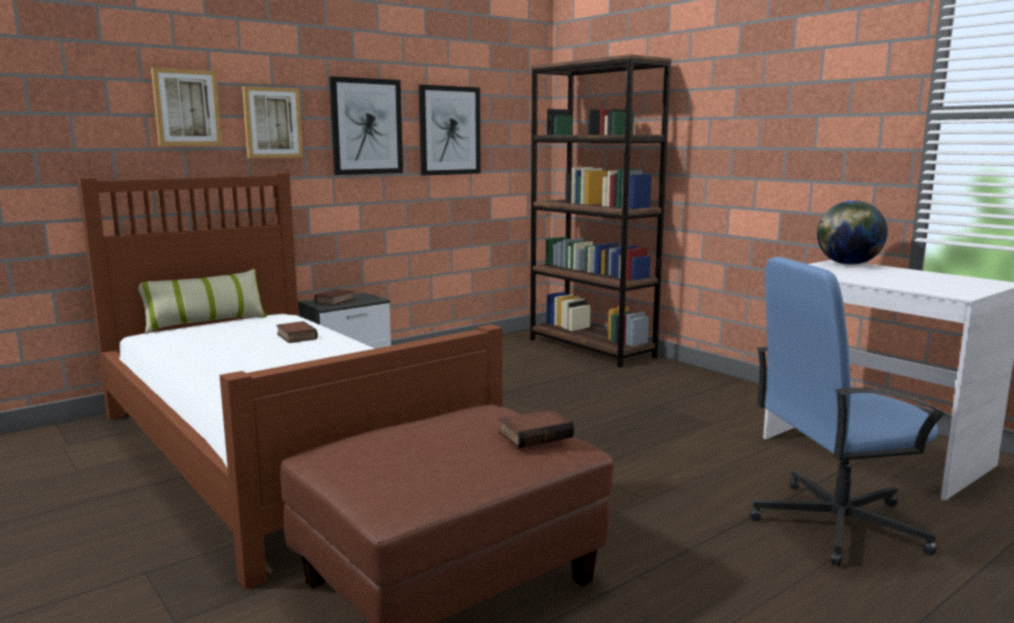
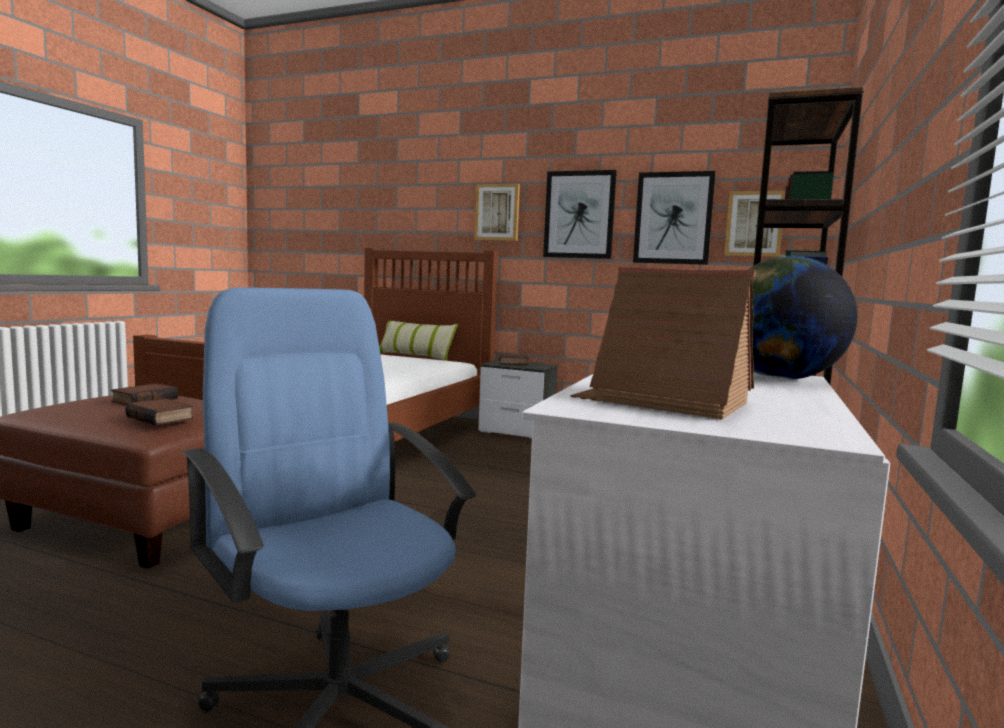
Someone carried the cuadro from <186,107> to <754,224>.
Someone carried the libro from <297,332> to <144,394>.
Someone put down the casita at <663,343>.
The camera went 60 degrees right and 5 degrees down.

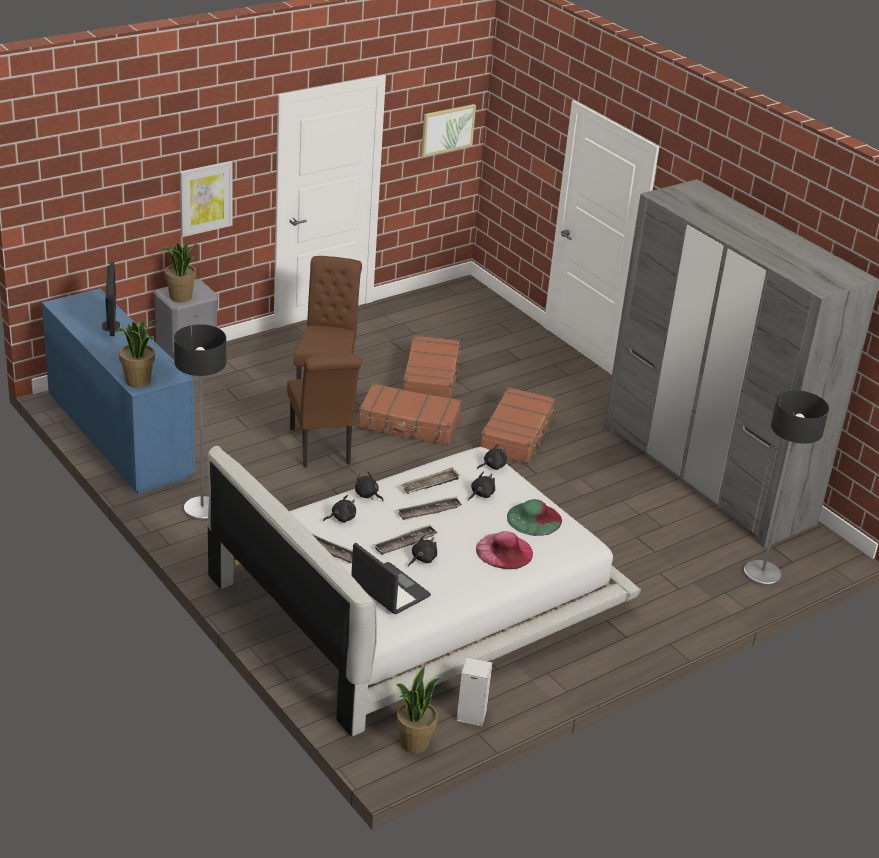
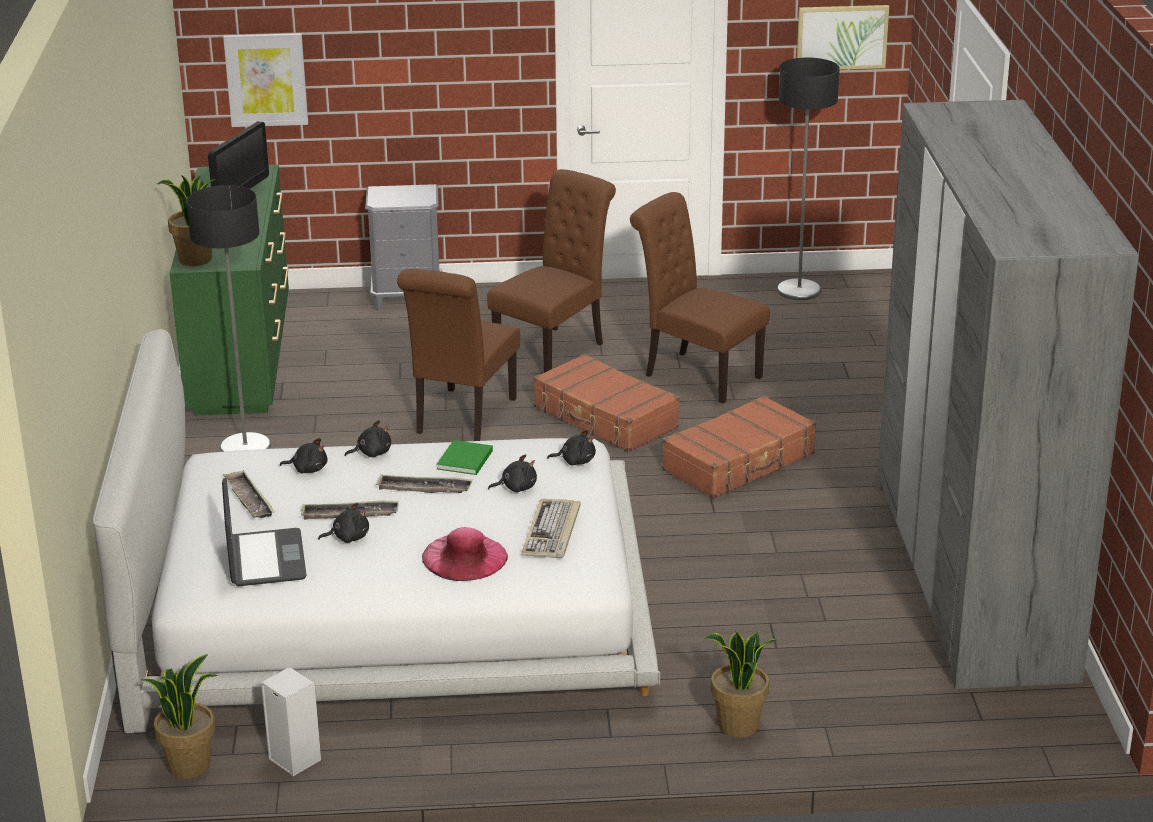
Someone carried the cuadro from <206,199> to <265,80>.
Someone carried the planta en maceta from <179,272> to <740,683>.
Someone repainted the cómoda [azul] at <118,391>, which became the cómoda [verde] at <229,290>.
Someone swapped the maleta [marrón] at <432,366> for the silla [marrón] at <700,298>.
Someone carried the lámpara de pie from <786,488> to <808,179>.
Someone swapped the bandeja at <431,480> for the libro [verde] at <465,457>.
Someone rotated the peluche [negro] at <369,486> by 90 degrees clockwise.
Someone swapped the sombrero [verde] at <534,517> for the teclado at <551,528>.
The camera went 35 degrees right and 5 degrees down.

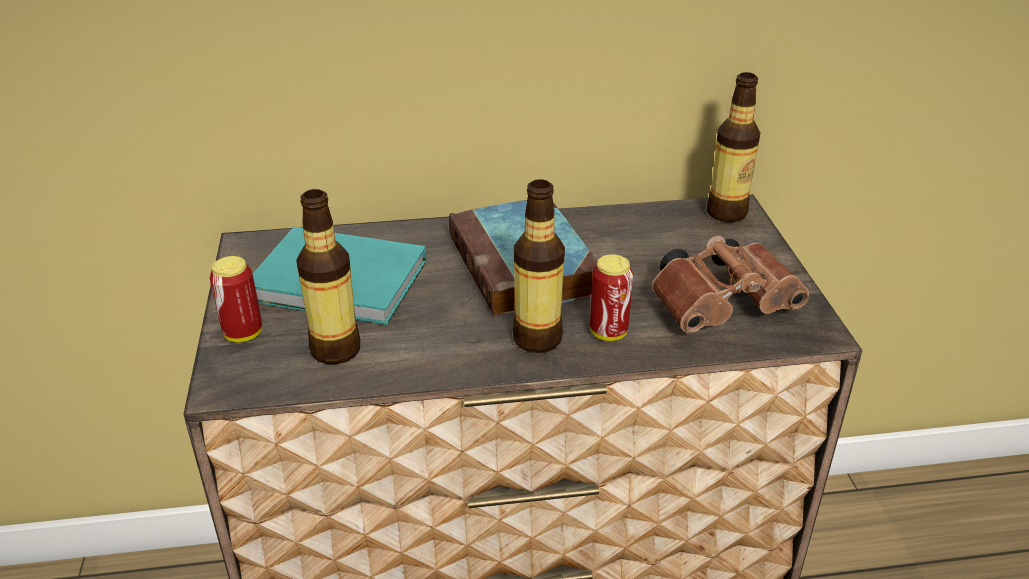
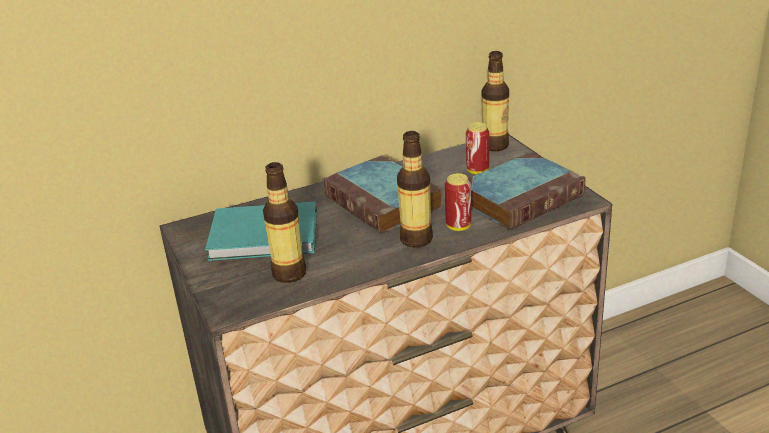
Someone swapped the prismáticos [marrón] at <730,284> for the libro at <526,191>.
Someone carried the lata from <236,299> to <477,148>.
The camera went 15 degrees left and 5 degrees down.

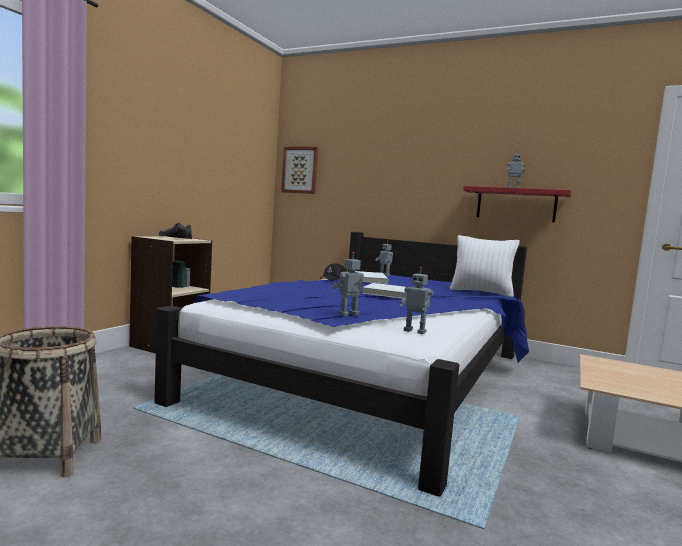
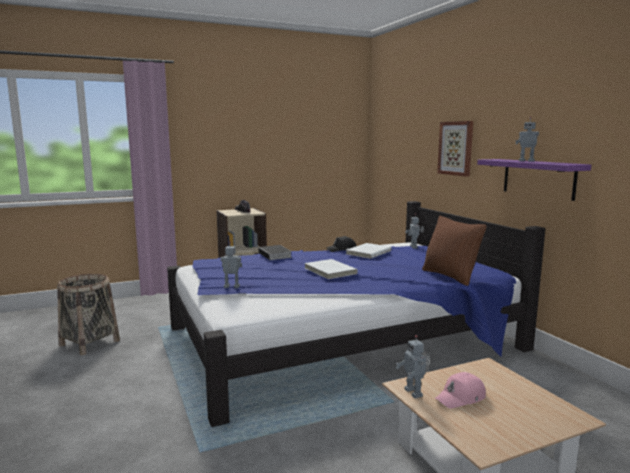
Someone carried the cuadro from <300,170> to <455,149>.
Someone repainted the estante [rojo] at <517,204>, which became the estante [morado] at <534,180>.
Someone repainted the cojín [blanco] at <485,266>, which became the cojín [marrón] at <454,251>.
Someone carried the robot de juguete from <416,300> to <413,366>.
Someone put down the libro at <275,253>.
Someone put down the gorra [rosa] at <460,390>.
The camera went 40 degrees right and 5 degrees up.

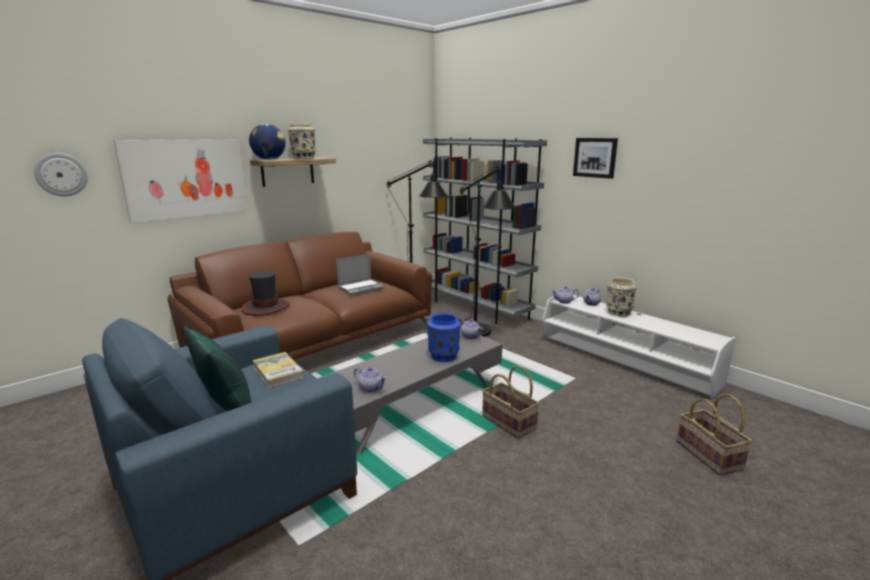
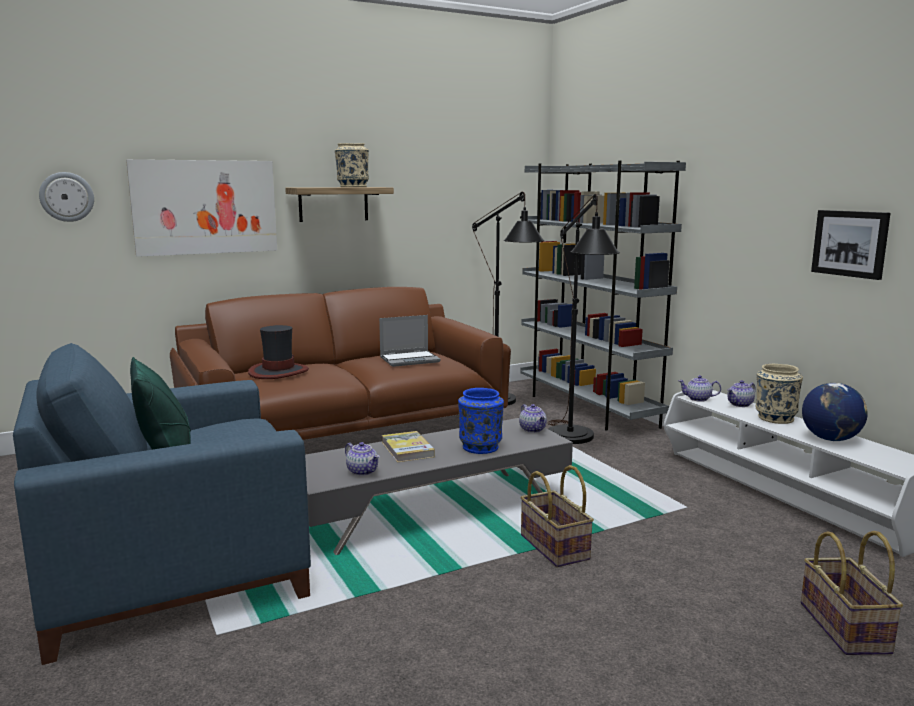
Someone carried the globo terráqueo from <267,142> to <835,412>.
Someone carried the cuadro from <595,158> to <851,245>.
Someone carried the libro from <278,370> to <408,446>.
The camera went 15 degrees right and 5 degrees down.

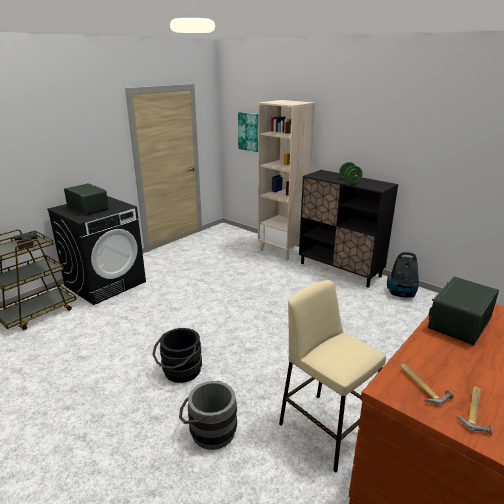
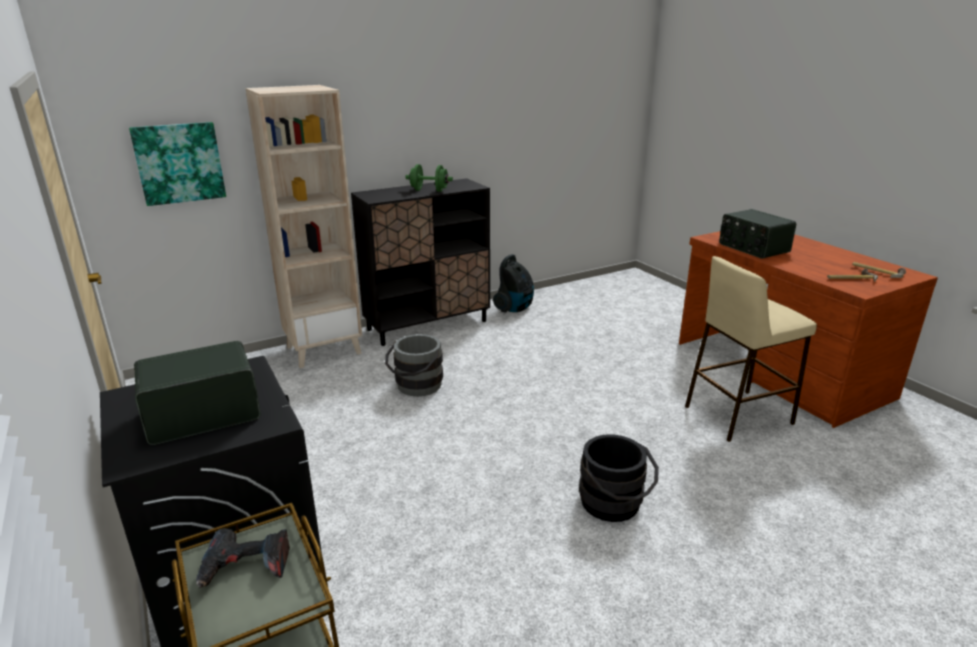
Someone carried the cubo [gris] from <208,415> to <414,365>.
The camera went 70 degrees left and 0 degrees up.

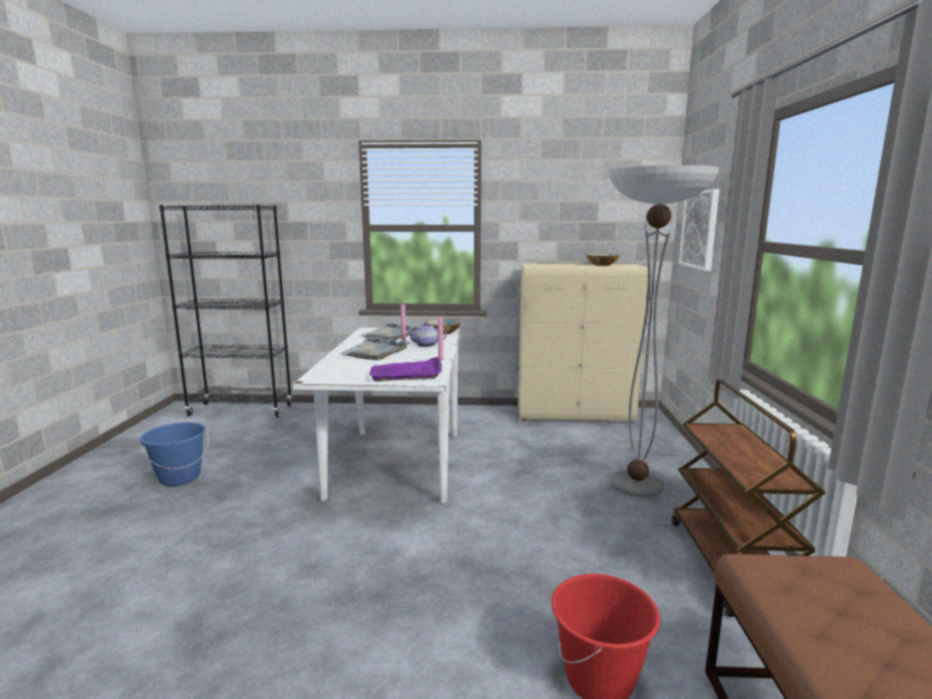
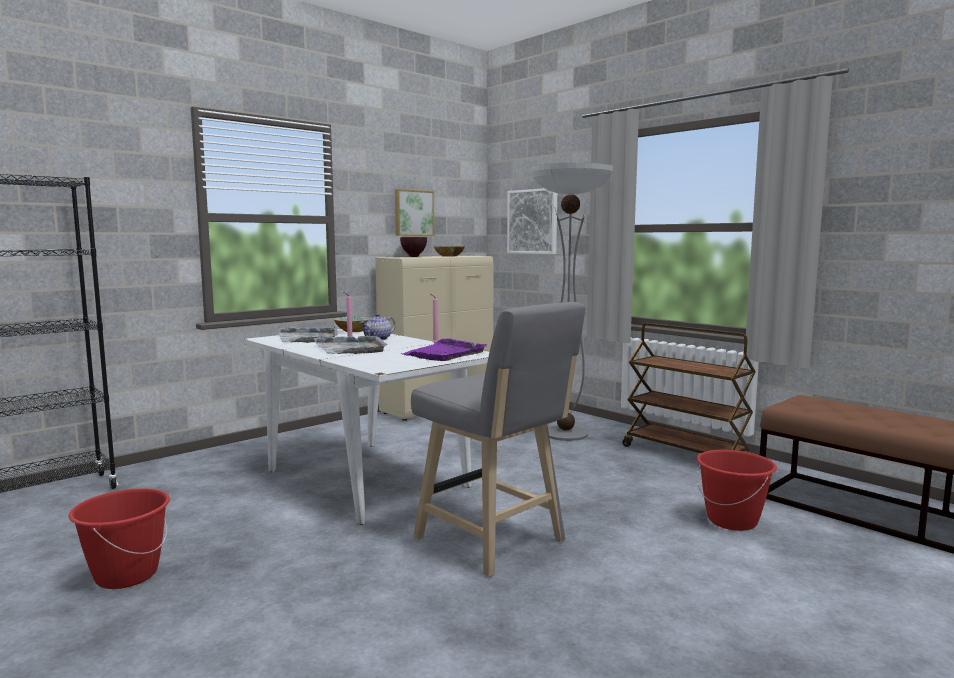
Someone repainted the cubo [azul] at <174,454>, which became the cubo [rojo] at <119,538>.
Someone put up the cuadro at <415,212>.
Someone put down the cuenco [marrón] at <413,247>.
Someone put down the taburete [gris] at <498,439>.
The camera went 45 degrees left and 5 degrees down.

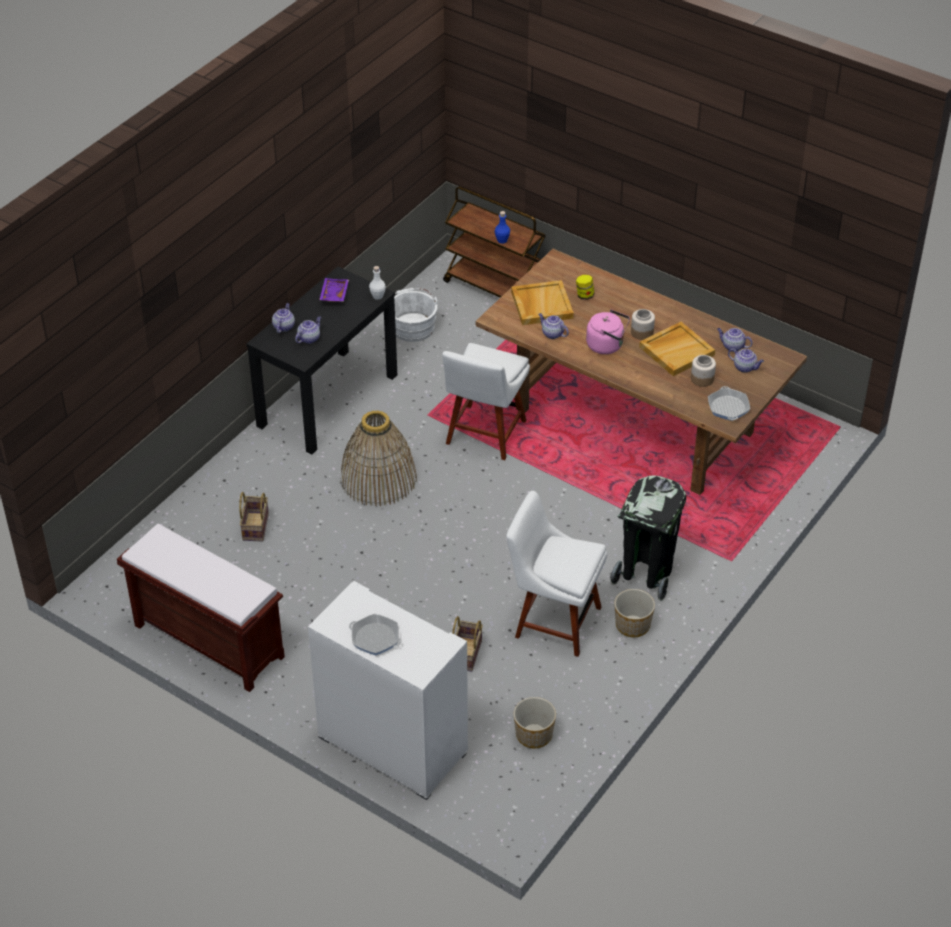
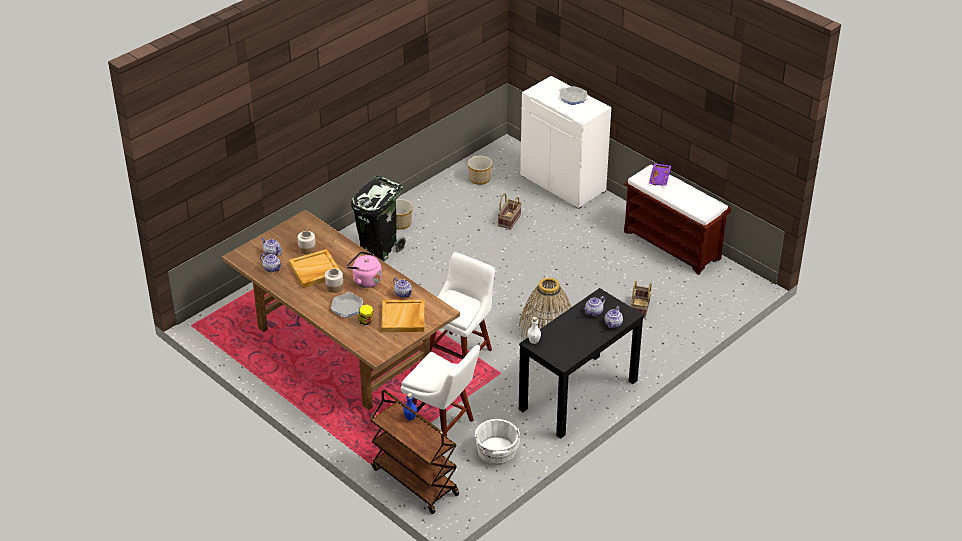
Someone carried the bandeja [morado] from <334,290> to <660,174>.
Someone carried the sartén from <729,403> to <347,305>.
Someone carried the silla [blanco] from <556,574> to <440,391>.
The camera went 170 degrees left and 5 degrees down.

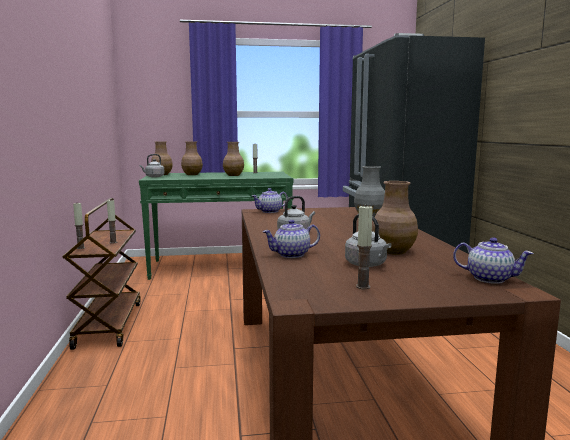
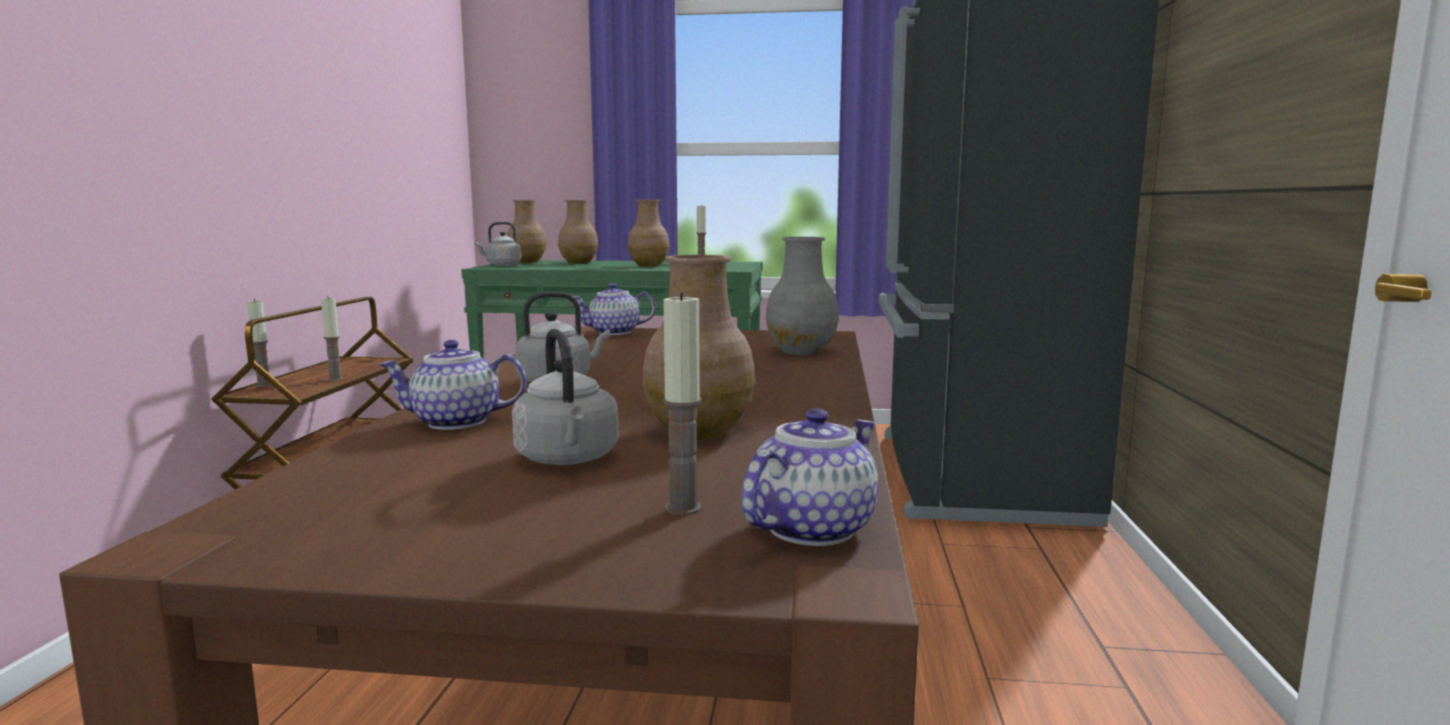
Someone carried the vela from <364,246> to <682,403>.
Someone rotated the tetera at <493,261> by 90 degrees counterclockwise.
The camera went 15 degrees right and 0 degrees up.

